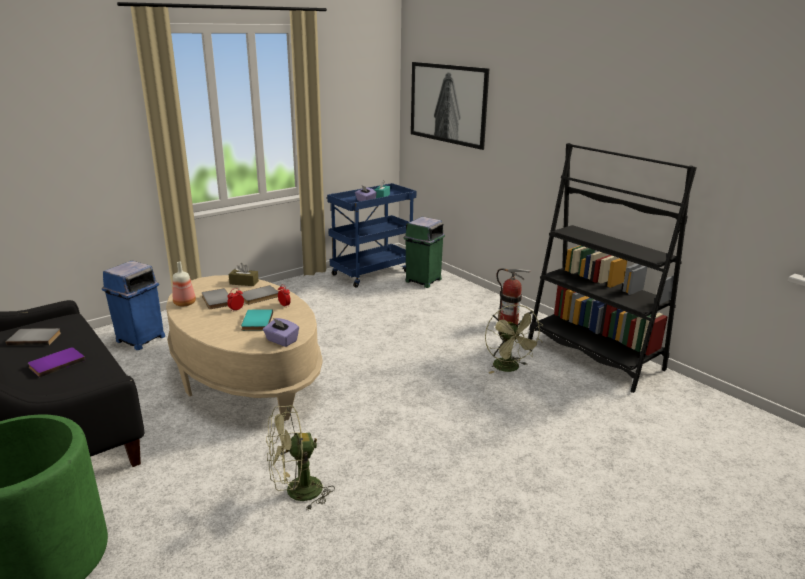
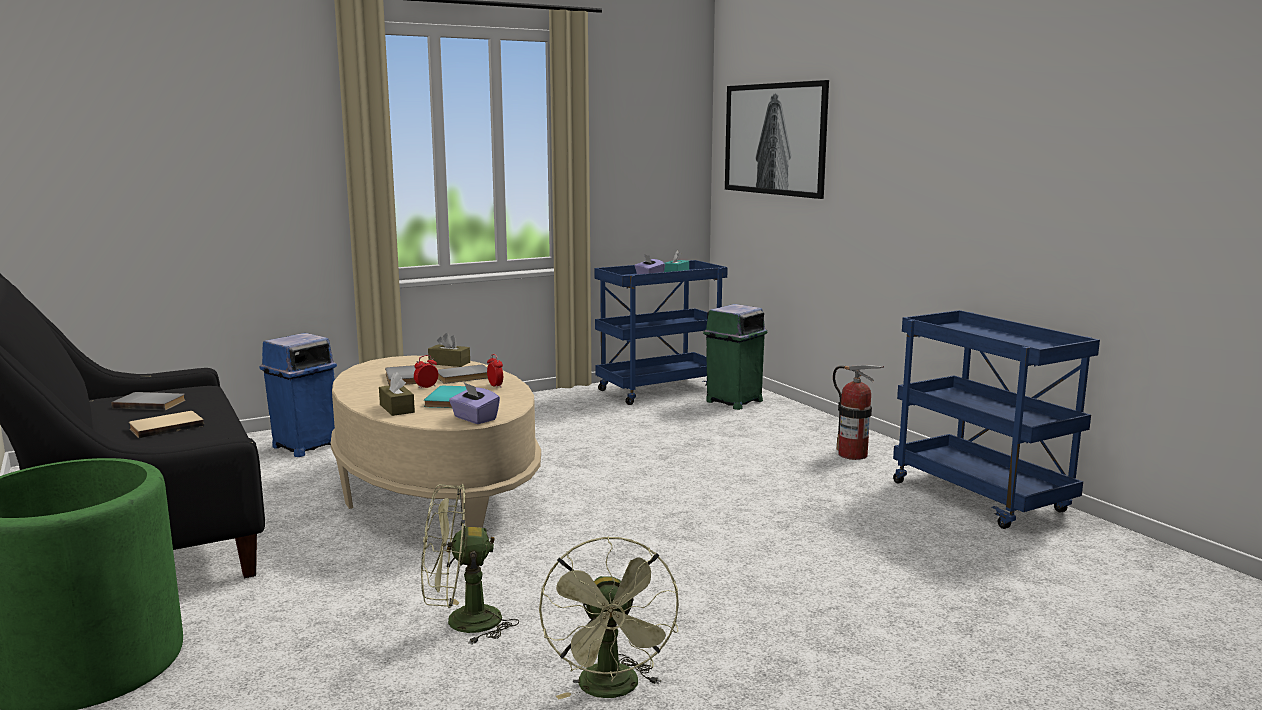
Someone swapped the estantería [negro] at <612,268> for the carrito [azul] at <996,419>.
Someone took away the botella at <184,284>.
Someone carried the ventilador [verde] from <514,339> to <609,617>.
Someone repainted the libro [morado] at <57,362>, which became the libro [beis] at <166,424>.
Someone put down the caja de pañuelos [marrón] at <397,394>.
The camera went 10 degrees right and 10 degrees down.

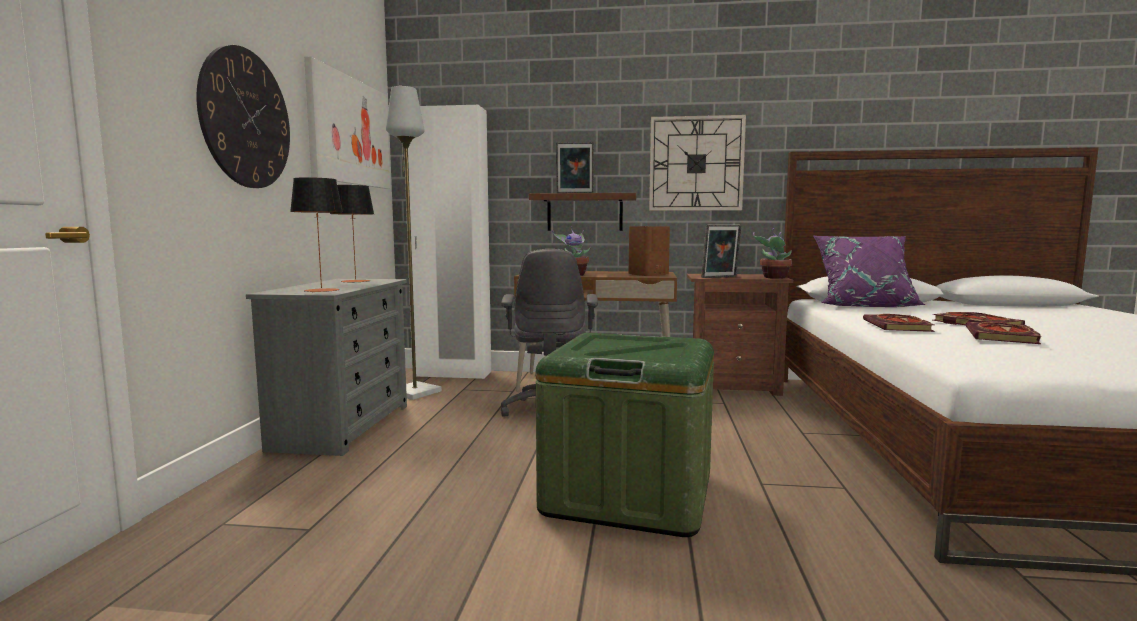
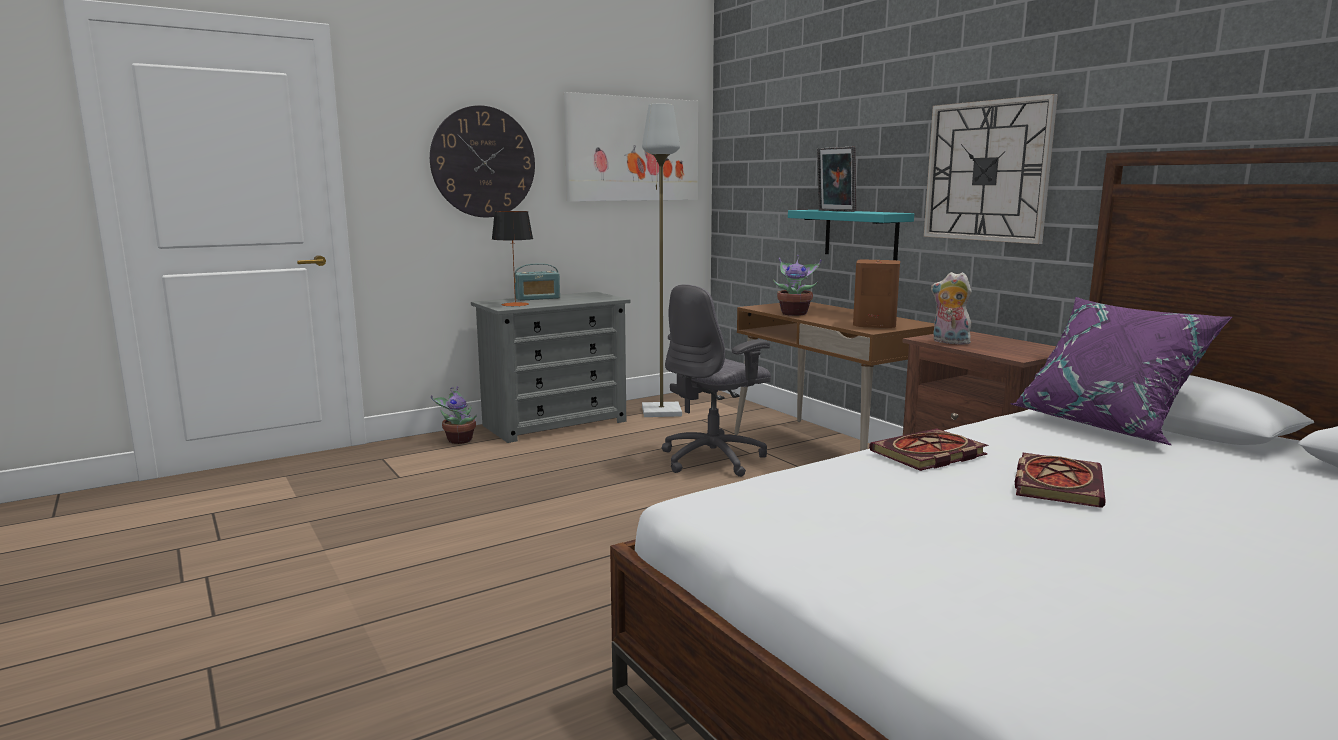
Someone took away the armario ropero [blanco] at <447,242>.
Someone took away the lámpara de mesa at <352,234>.
Someone repainted the estante [marrón] at <582,212>, which became the estante [turquesa] at <851,235>.
Someone swapped the portarretratos at <721,251> for the peluche at <951,308>.
Someone carried the planta en maceta from <772,253> to <454,415>.
Someone took away the libro at <1004,333>.
Someone took away the caja de almacenaje [verde] at <625,435>.
Someone put down the radio at <537,282>.
The camera went 50 degrees right and 5 degrees up.

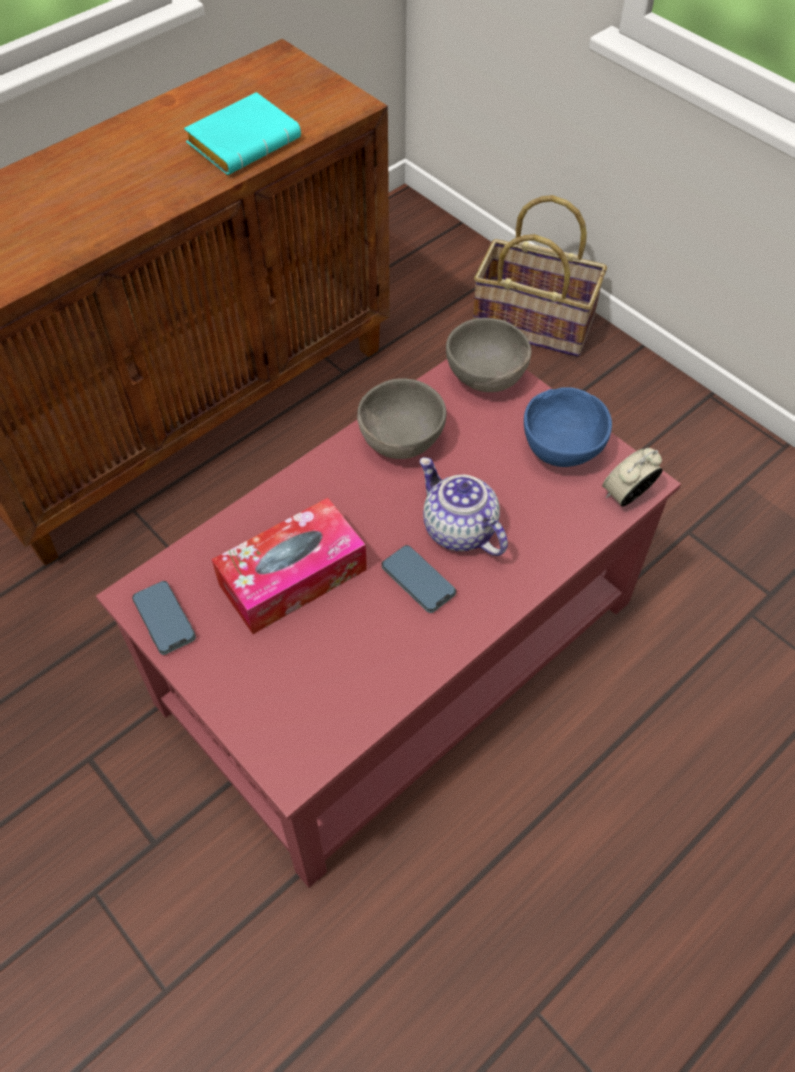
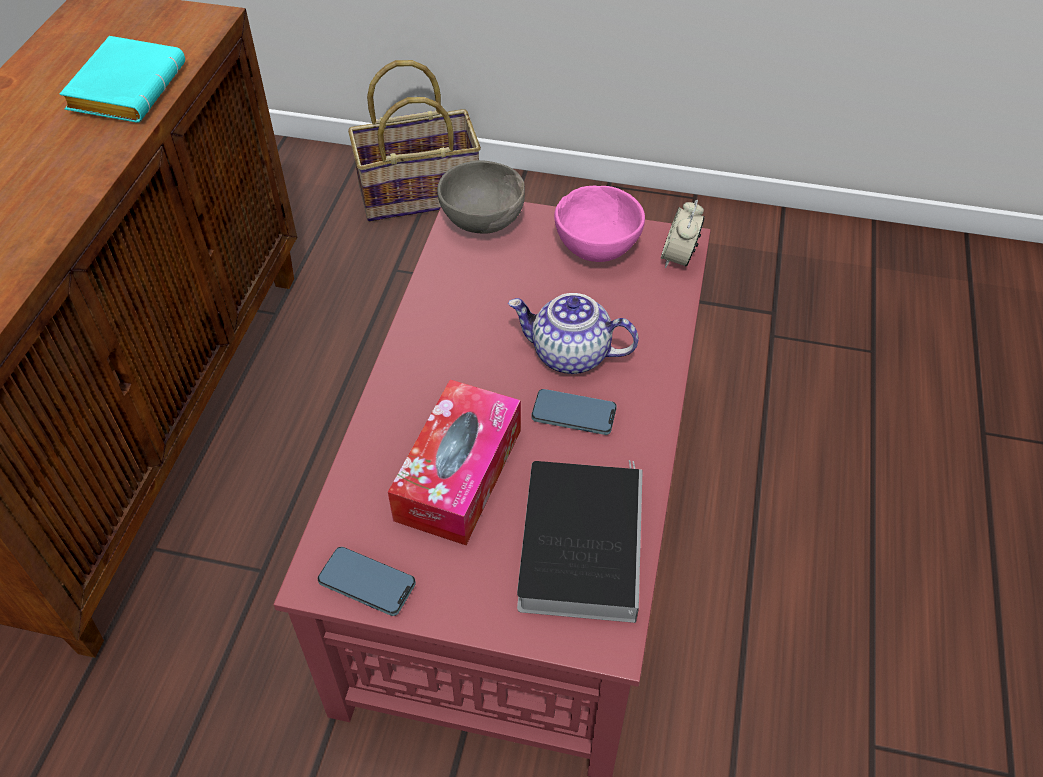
Someone took away the cuenco [gris] at <401,418>.
Someone repainted the cuenco [azul] at <568,427>, which became the cuenco [rosa] at <599,224>.
Someone put down the libro at <580,541>.
The camera went 35 degrees left and 5 degrees down.

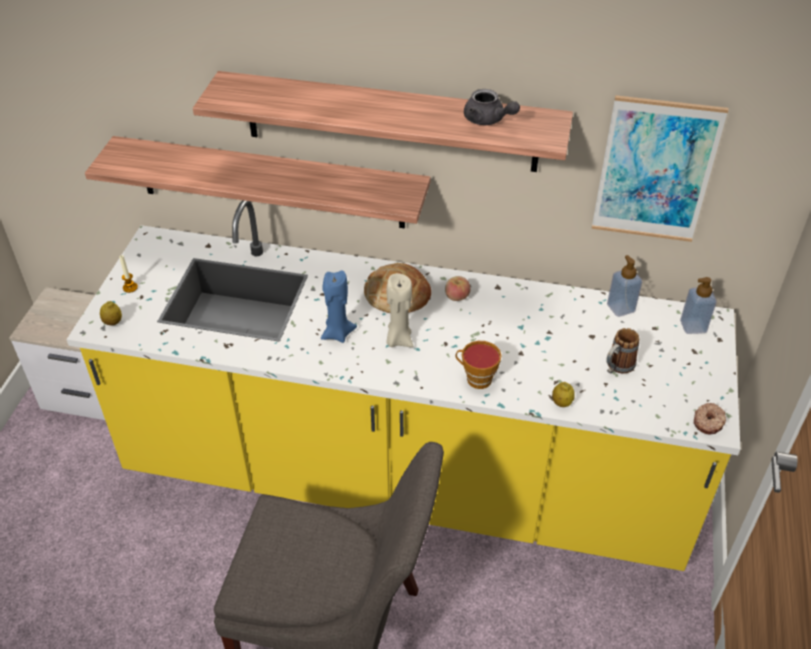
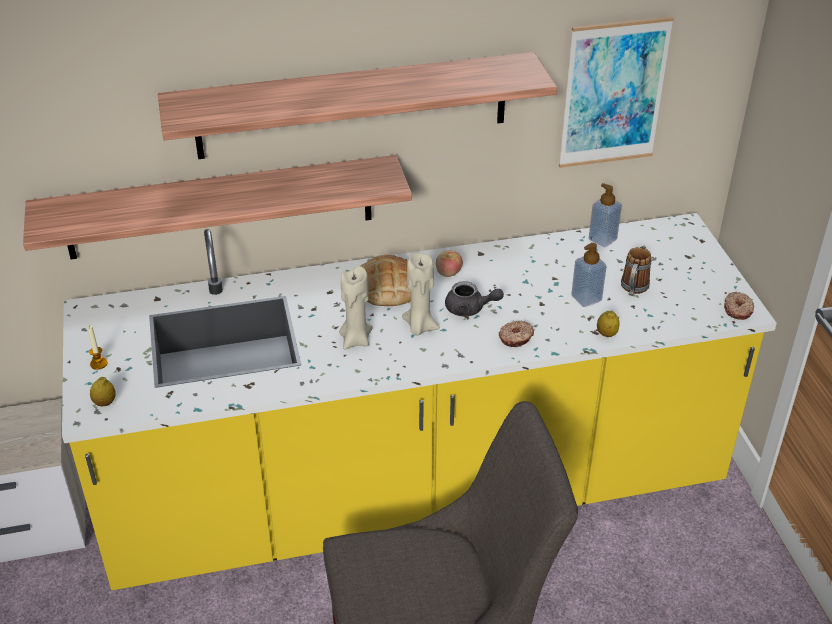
Someone carried the tetera [gris] from <492,107> to <474,298>.
Someone repainted the vela [azul] at <339,306>, which became the vela [beis] at <356,307>.
Someone carried the dispensador de jabón from <698,305> to <589,275>.
Someone swapped the taza at <478,365> for the rosquilla at <517,334>.
The camera went 25 degrees left and 5 degrees down.

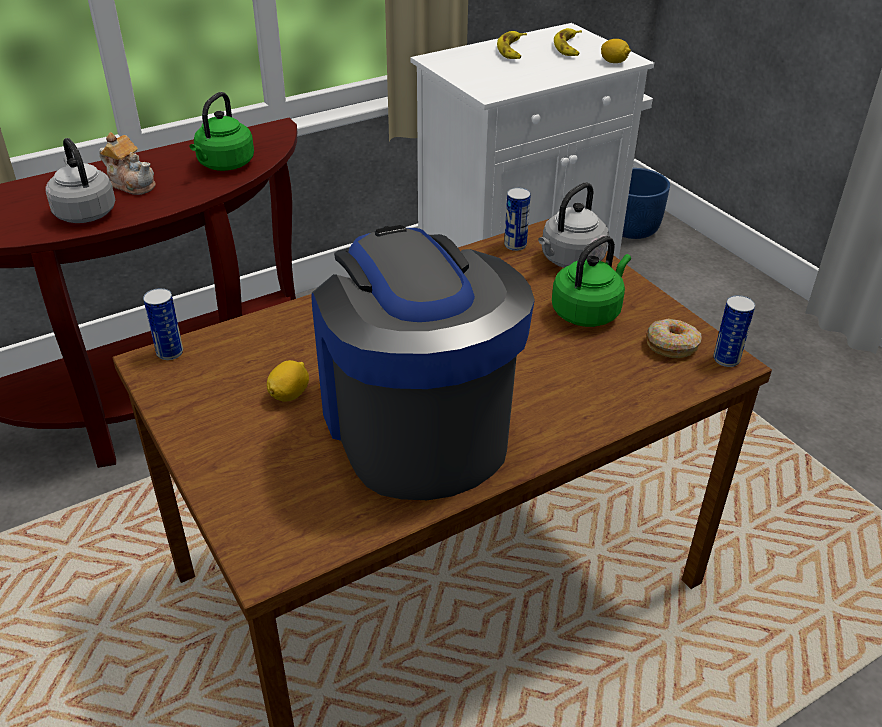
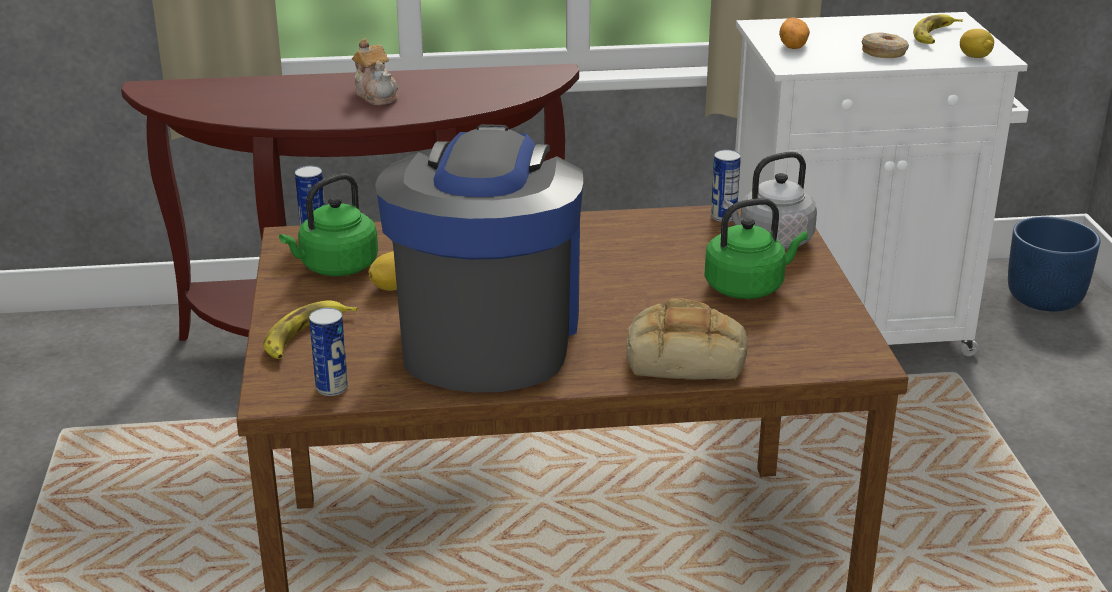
Someone carried the plátano from <512,45> to <310,329>.
Someone carried the hervidor [verde] from <222,131> to <328,225>.
Someone took away the hervidor [gris] at <80,180>.
Someone carried the lata from <734,331> to <328,352>.
Someone carried the rosquilla from <674,338> to <885,45>.
Someone put down the patata at <794,33>.
Someone put down the pan at <687,339>.
The camera went 25 degrees right and 10 degrees down.

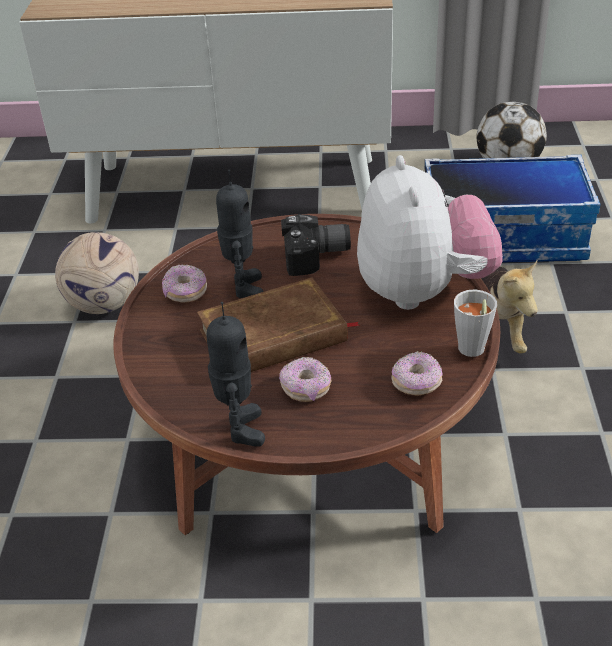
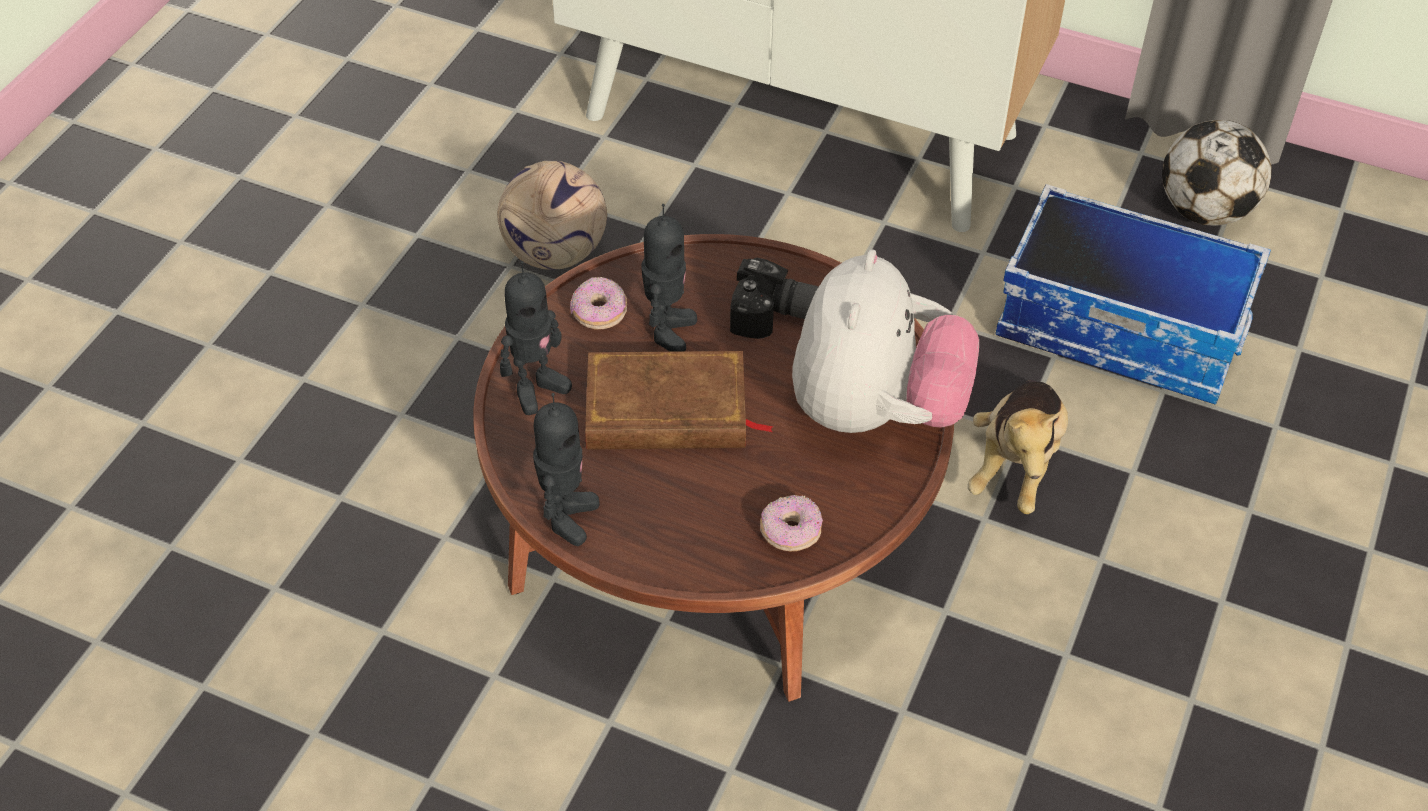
Someone took away the taza [gris] at <475,323>.
Someone took away the rosquilla at <305,379>.
Someone put down the robot de juguete at <536,338>.
The camera went 20 degrees right and 10 degrees up.

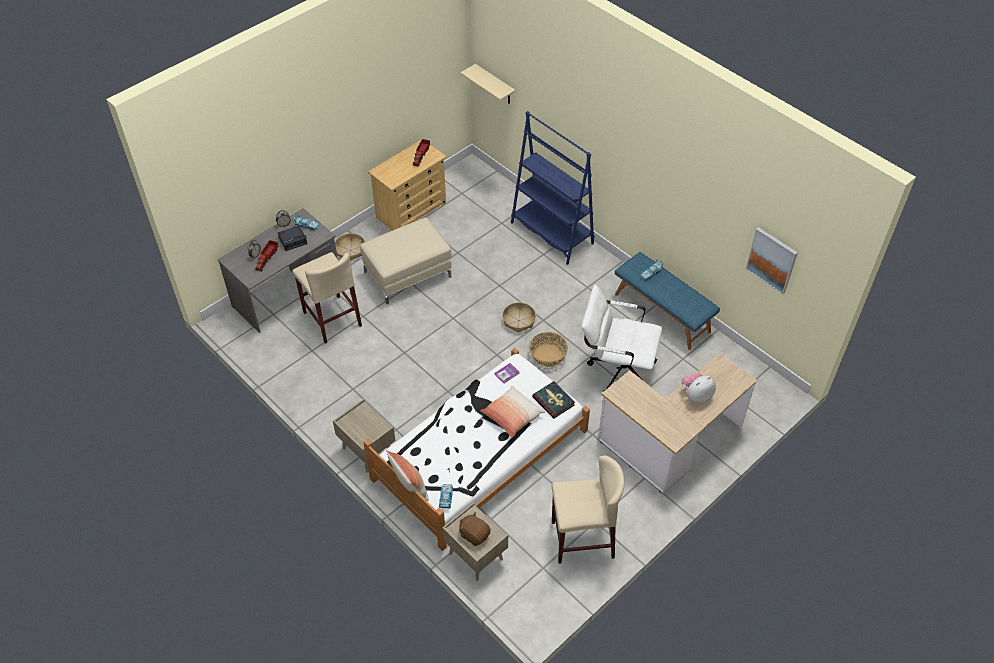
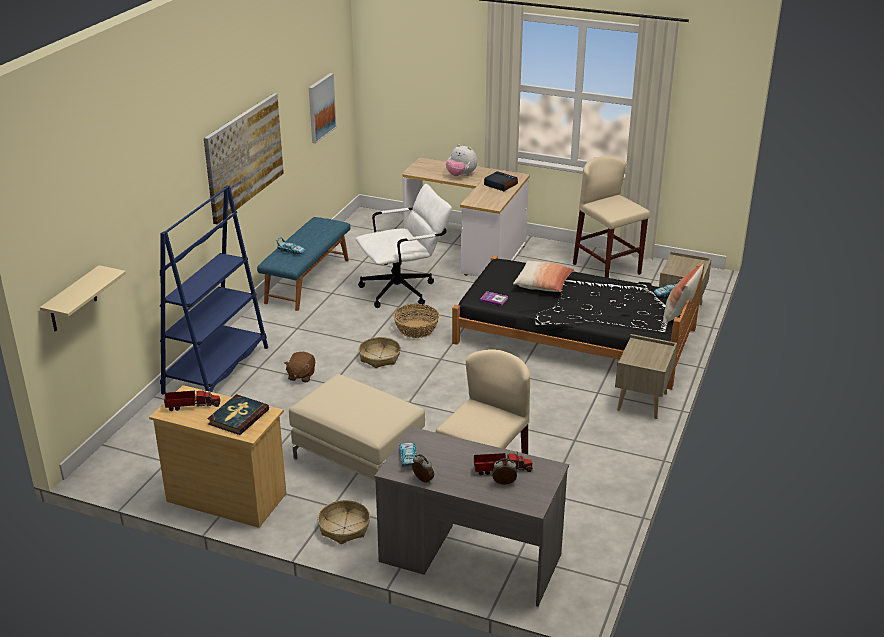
Someone carried the despertador from <292,238> to <501,181>.
Someone rotated the silla de oficina [blanco] at <621,338> by 105 degrees counterclockwise.
Someone repainted the cama [blanco] at <477,449>, which became the cama [negro] at <578,322>.
Someone carried the libro from <553,400> to <238,414>.
Someone carried the peluche [marrón] from <475,529> to <299,367>.
Someone put up the cuadro at <244,159>.
The camera went 115 degrees left and 20 degrees down.

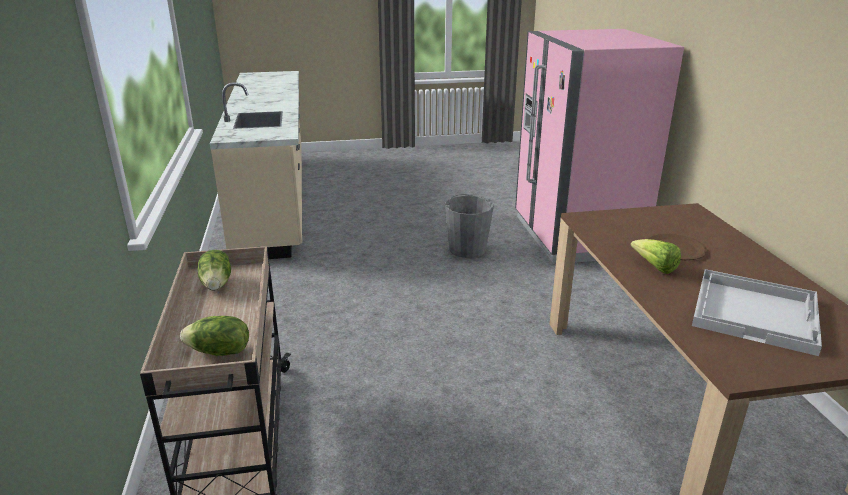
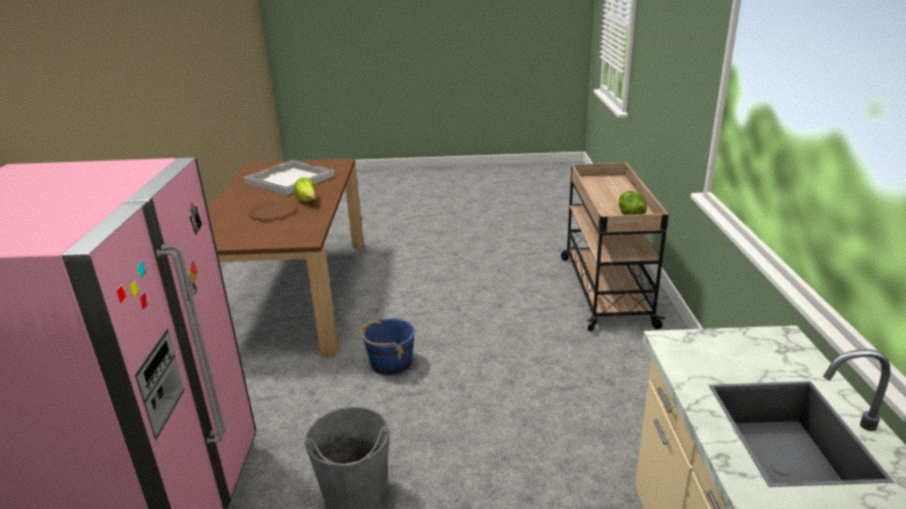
Someone took away the lechuga at <214,336>.
Someone put down the cubo [azul] at <387,346>.
The camera went 170 degrees left and 0 degrees up.

